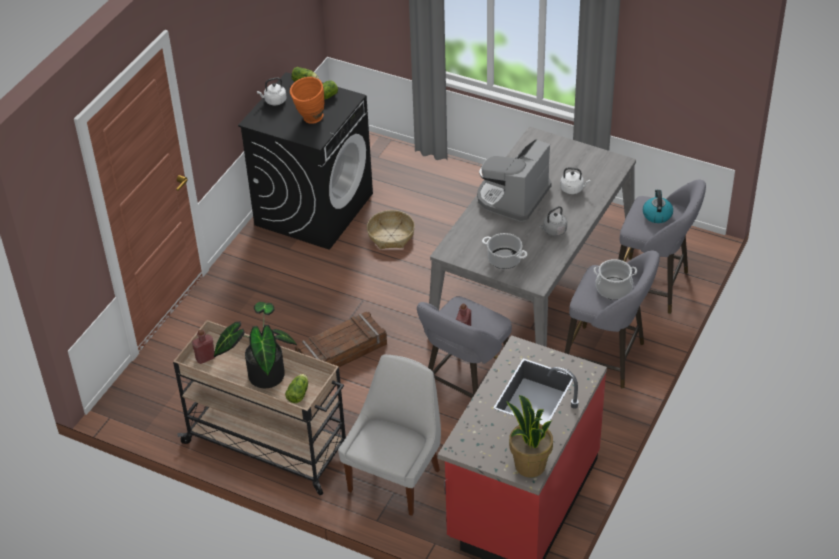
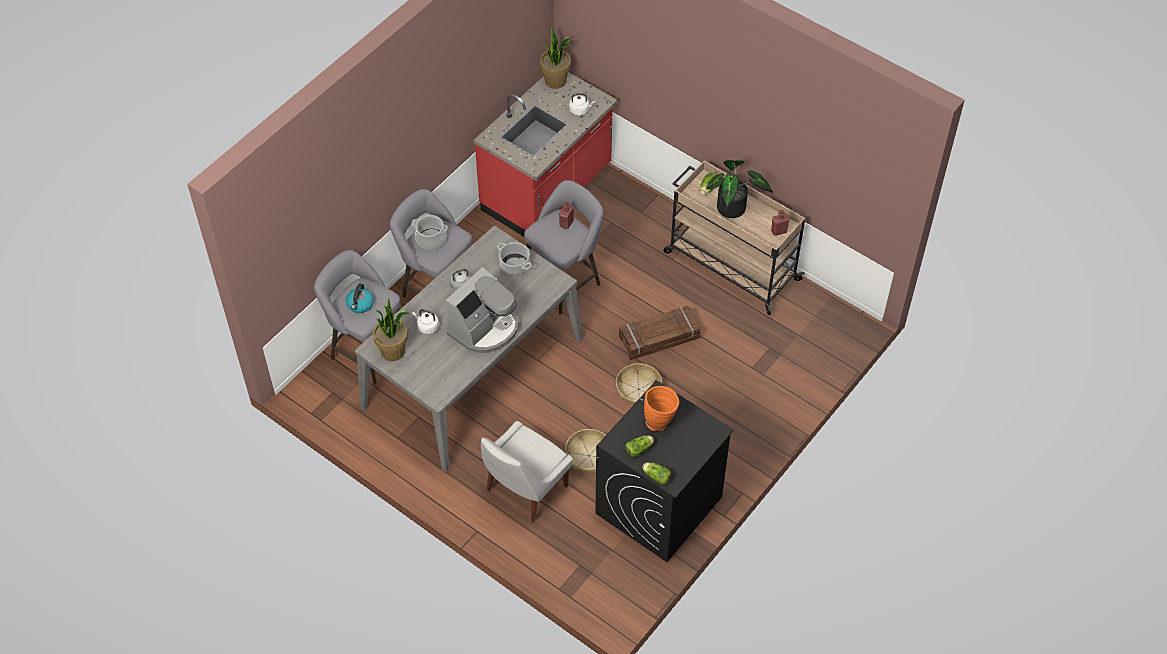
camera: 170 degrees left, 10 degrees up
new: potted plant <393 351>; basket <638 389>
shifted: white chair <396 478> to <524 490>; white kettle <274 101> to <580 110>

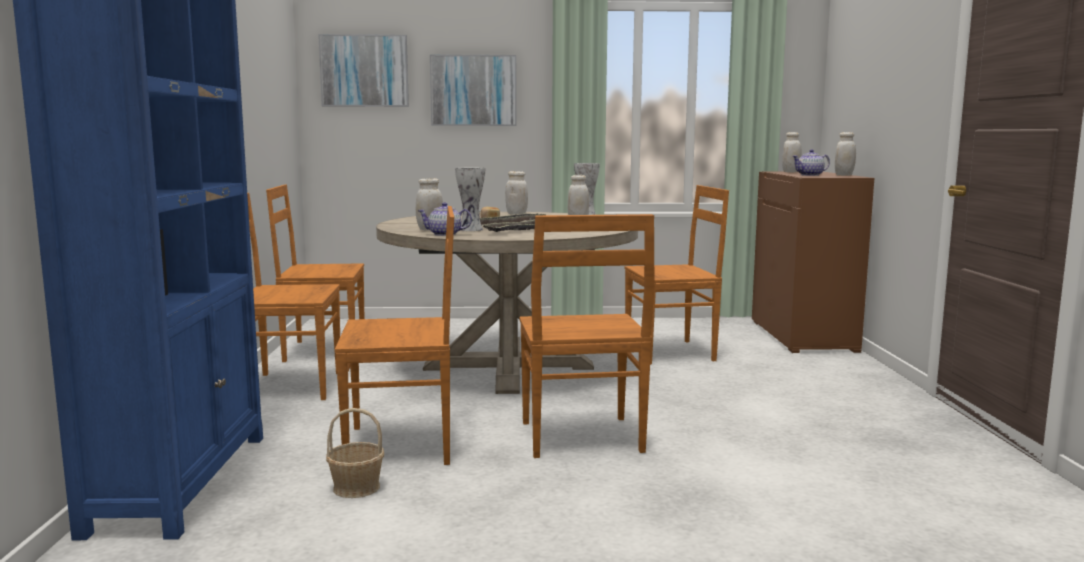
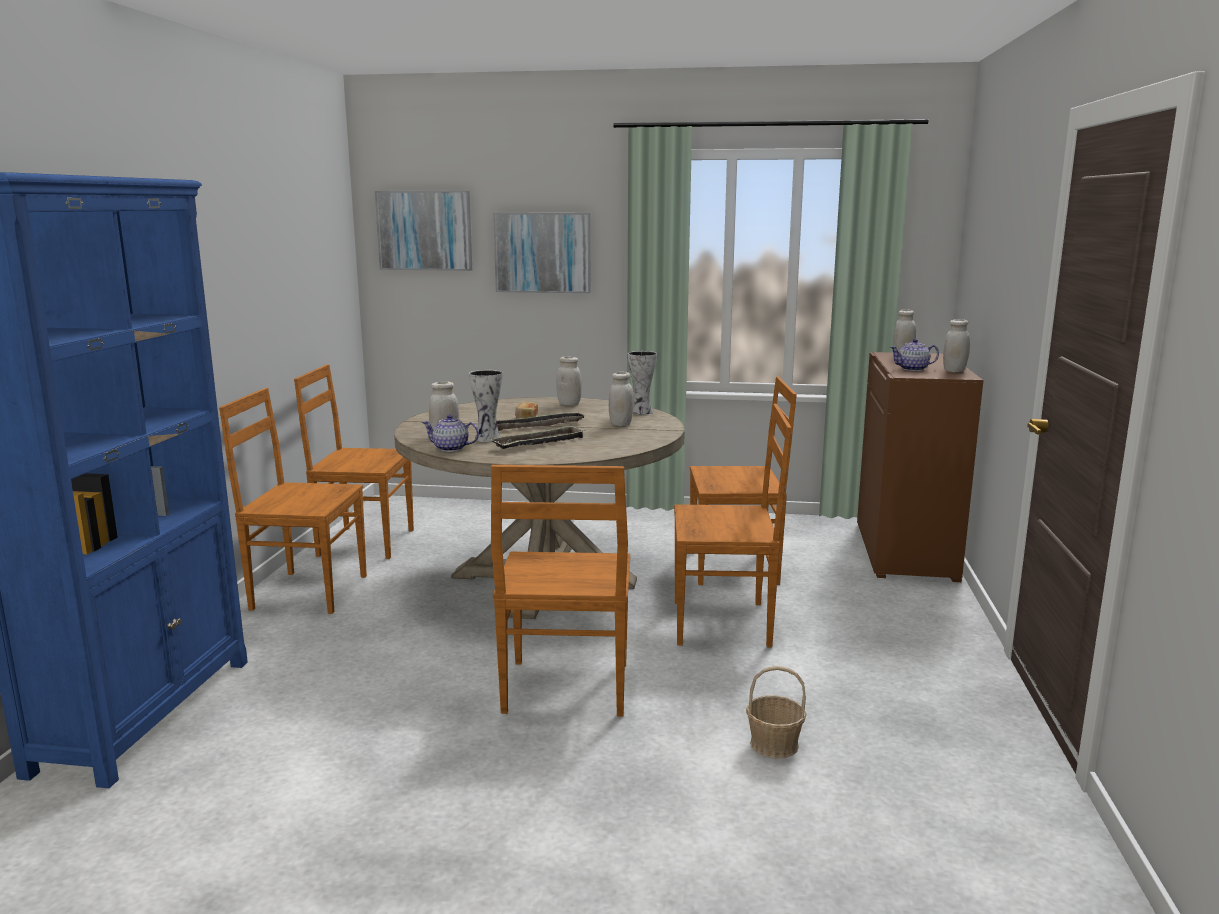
camera: 10 degrees right, 5 degrees up
shifted: brown chair <404 445> to <725 623>; basket <356 487> to <773 744>

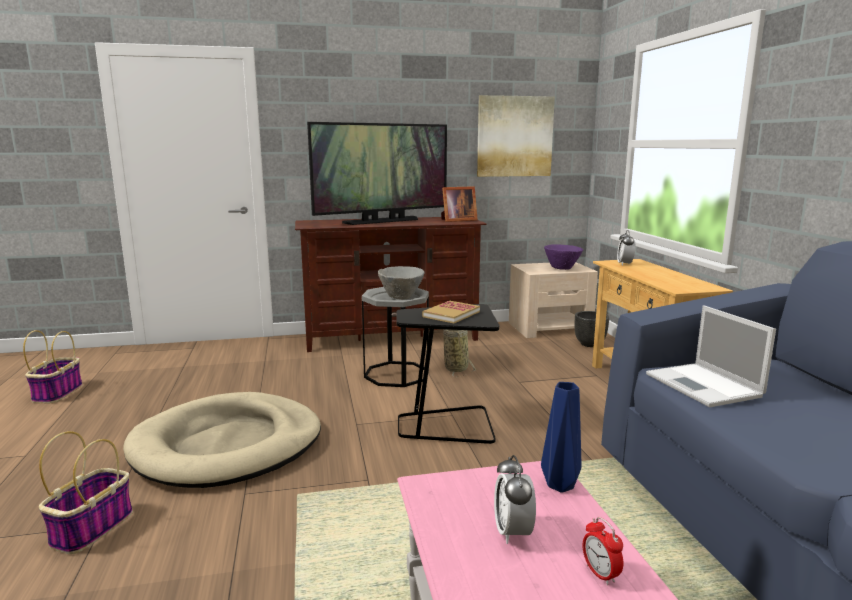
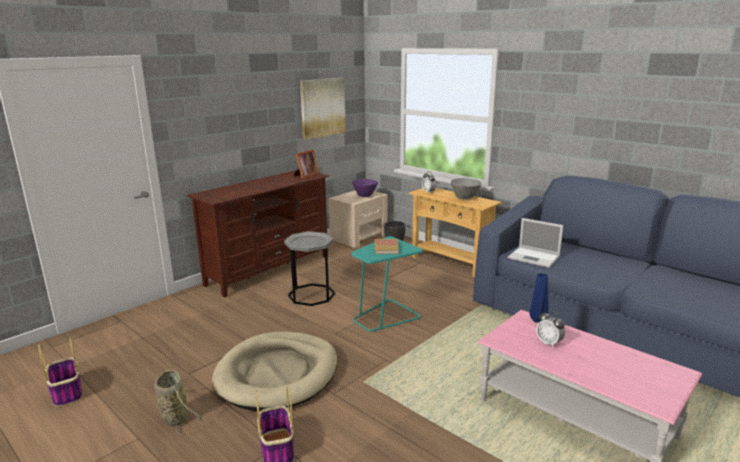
camera: 35 degrees left, 5 degrees up
gone: television <382 221>; alarm clock <600 574>
shifted: basket <456 368> to <175 417>; grey bowl <401 297> to <465 198>
repainted: black side table <447 426> to turquoise side table <385 316>

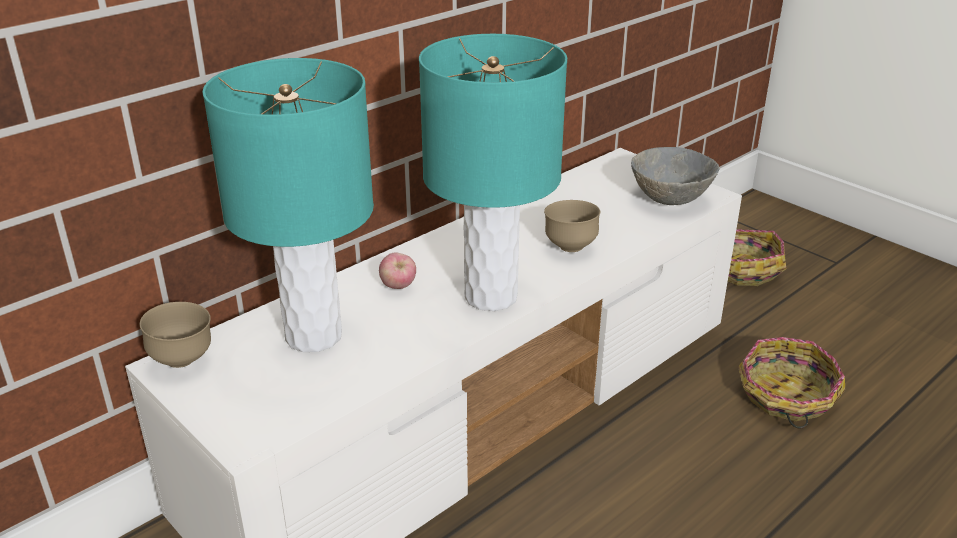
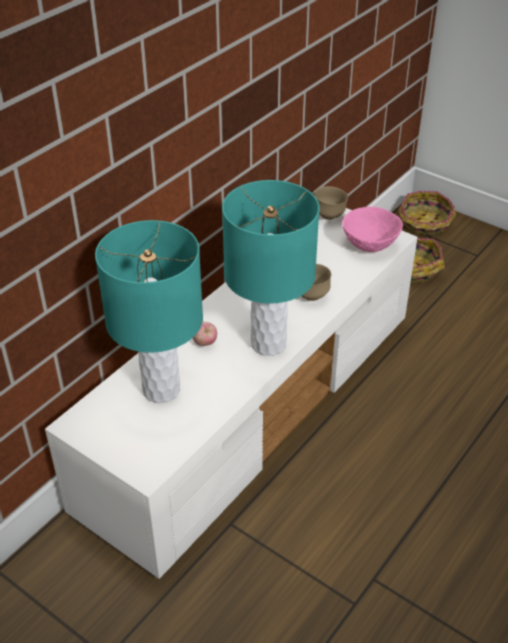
camera: 10 degrees left, 10 degrees up
shifted: brown bowl <183 360> to <329 216>; basket <786 396> to <424 223>
repainted: grey bowl <670 198> to pink bowl <369 244>

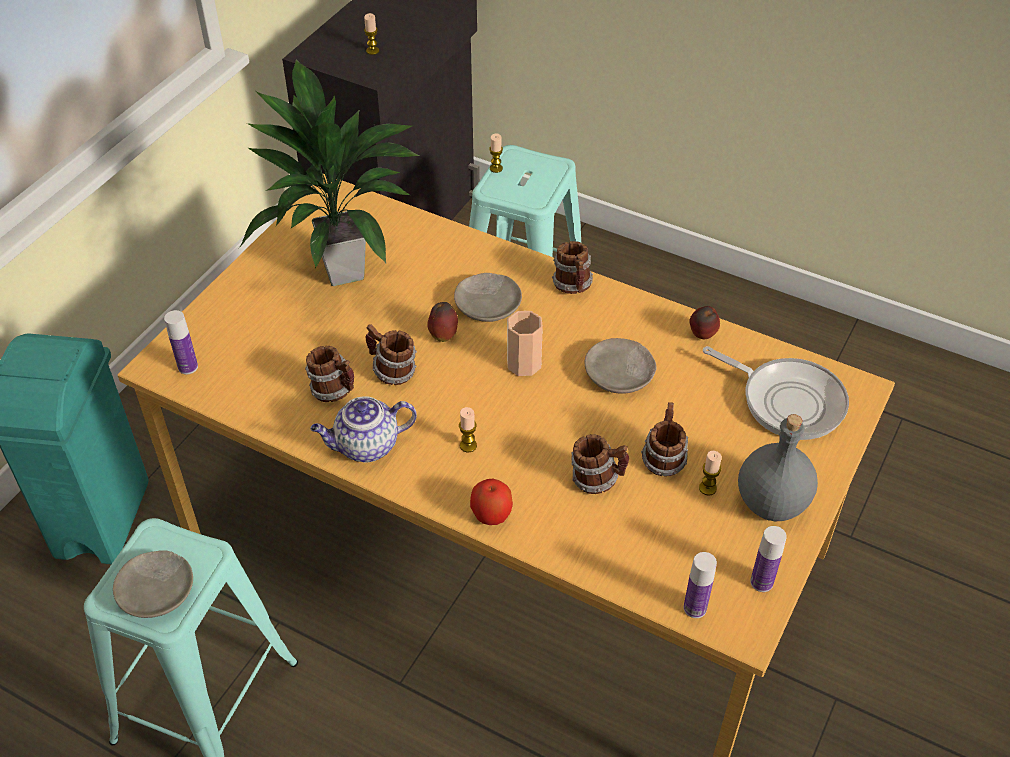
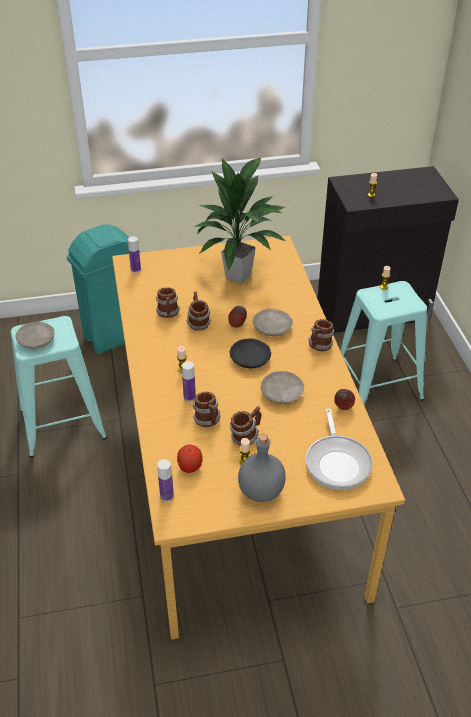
camera: 50 degrees right, 5 degrees down
gone: teapot <366 446>
shifted: apple <491 514> to <190 467>; bottle <761 582> to <189 397>
swapped: cup <524 364> to black plate <250 359>

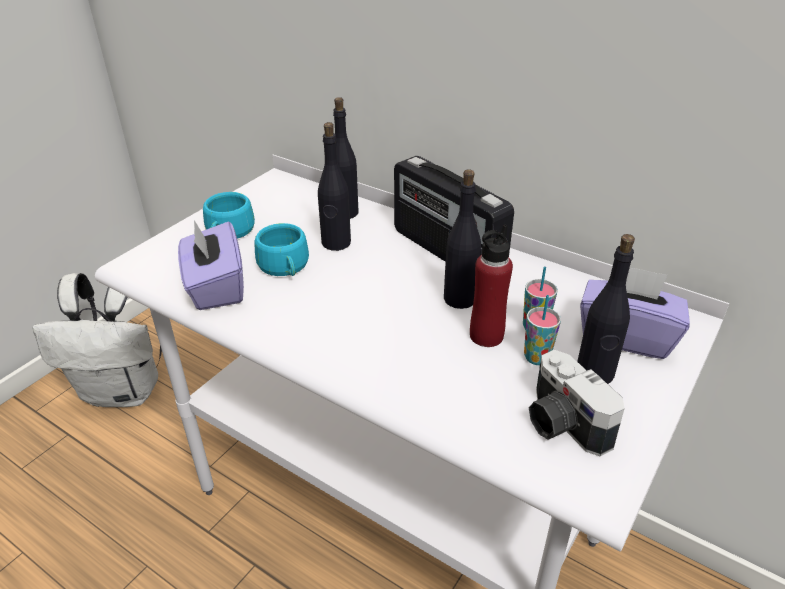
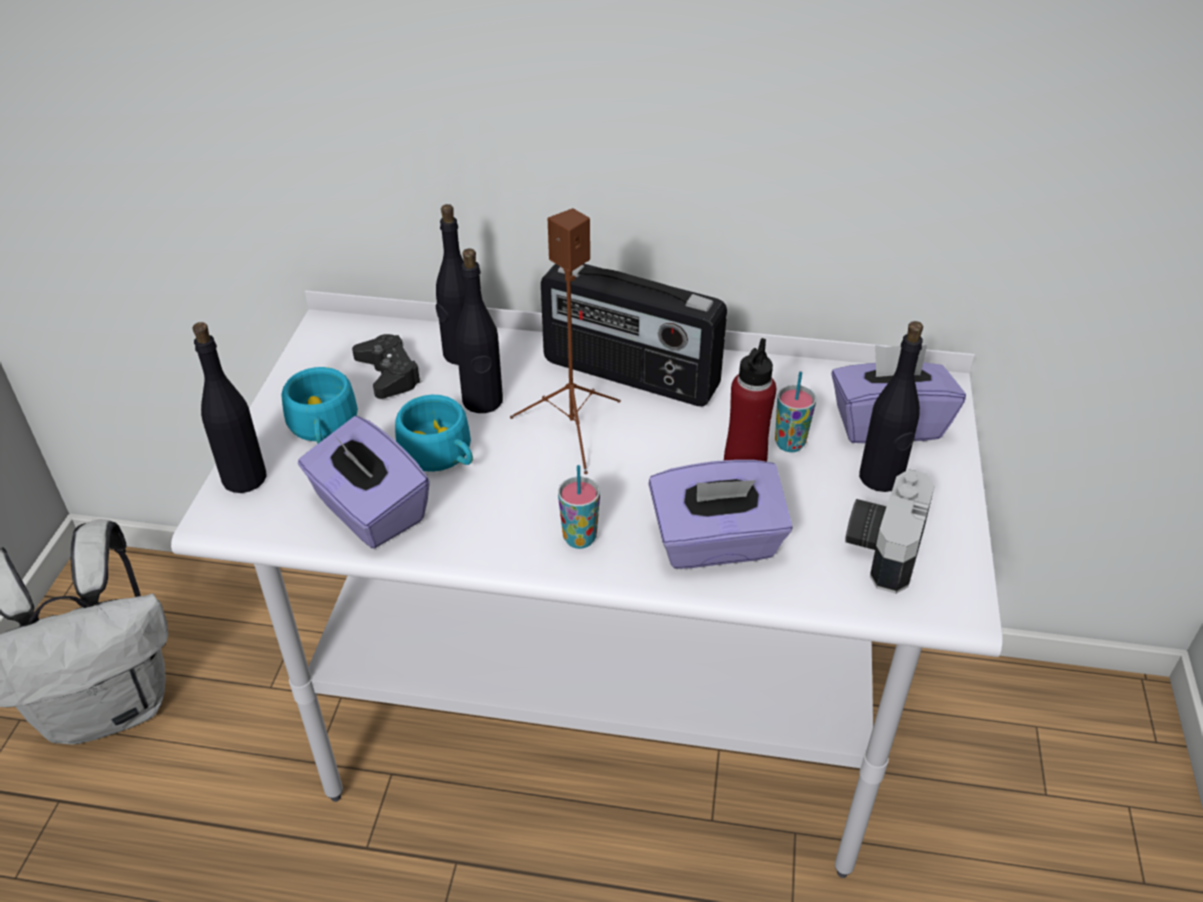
camera: 25 degrees left, 5 degrees up
new: black game controller <389 374>; brown speaker <573 430>; purple tissue box <716 544>
shifted: black bottle <460 298> to <245 478>; cup <536 358> to <579 538>
rotated: photo camera <561 424> = <881 546> 75 degrees clockwise

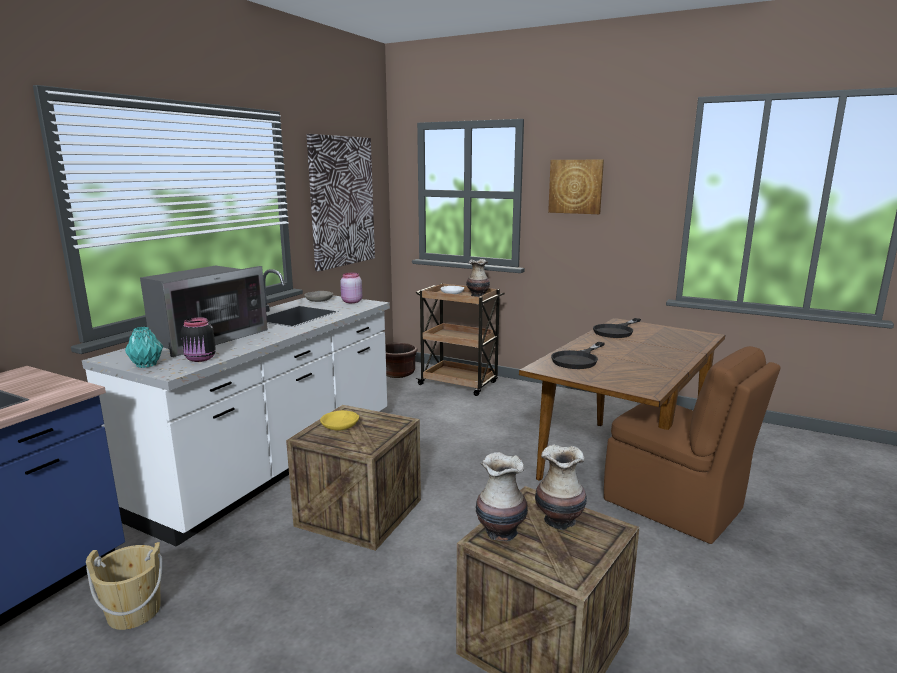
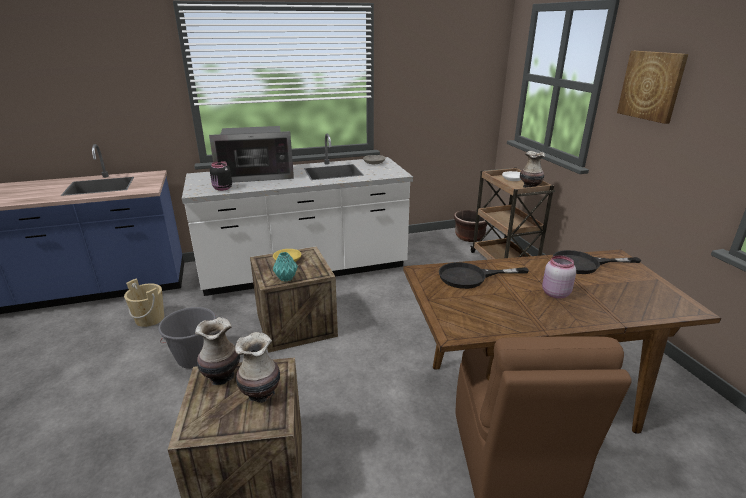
camera: 45 degrees right, 10 degrees up
gone: picture <342 202>
new: grey bucket <195 358>
shifted: turquoise vase <146 365> to <285 278>; pink jar <351 302> to <554 293>

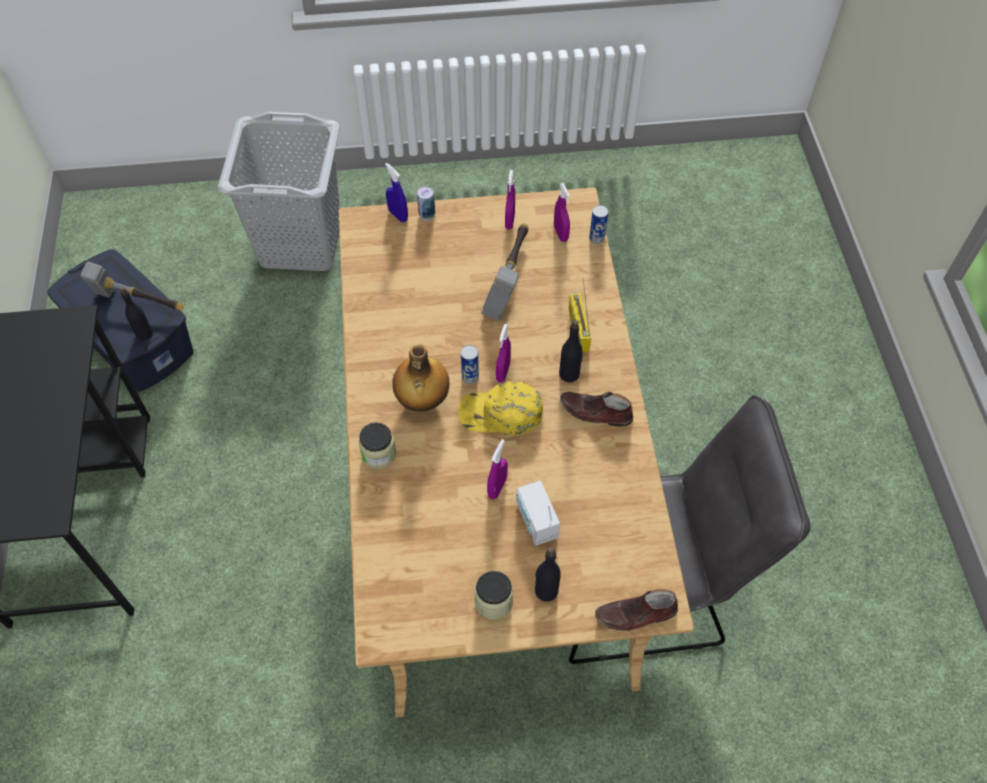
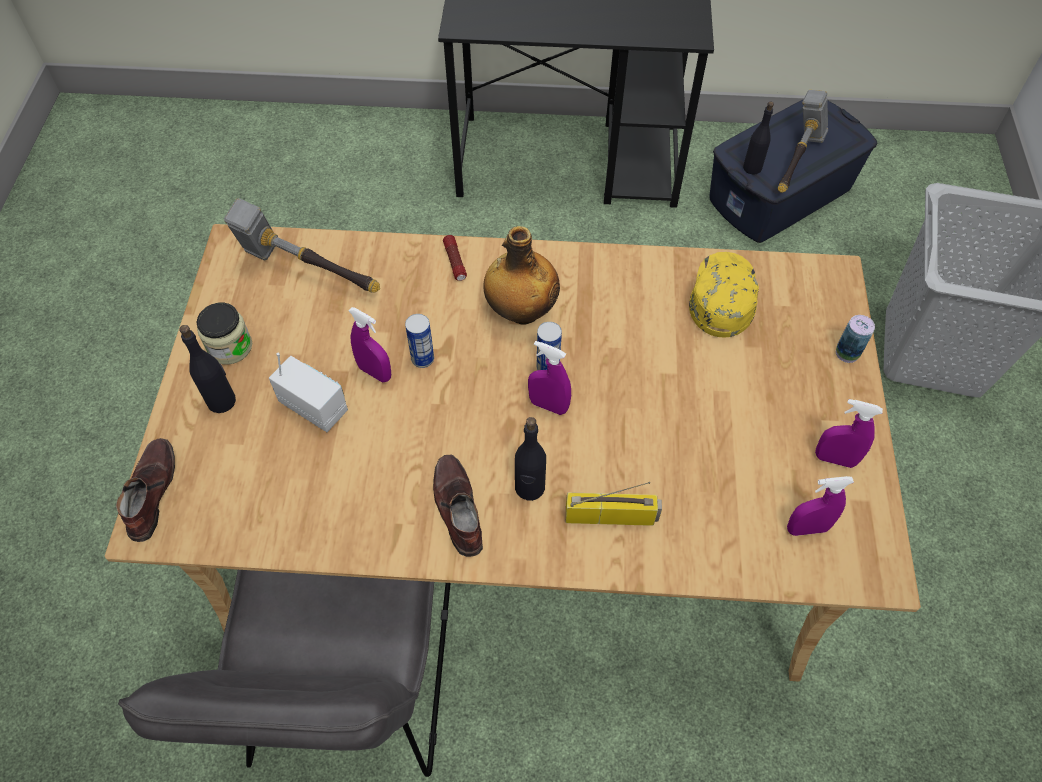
camera: 100 degrees right, 0 degrees up
gone: blue spray bottle <398 215>
shifted: hammer <509 281> to <307 273>; can <596 238> to <422 359>; yellow cap <500 414> to <722 296>
swapped: jar <379 454> to flashlight <455 262>
rotated: radio <536 522> = <314 406> 45 degrees clockwise; brown shoe <595 412> = <457 508> 45 degrees counterclockwise

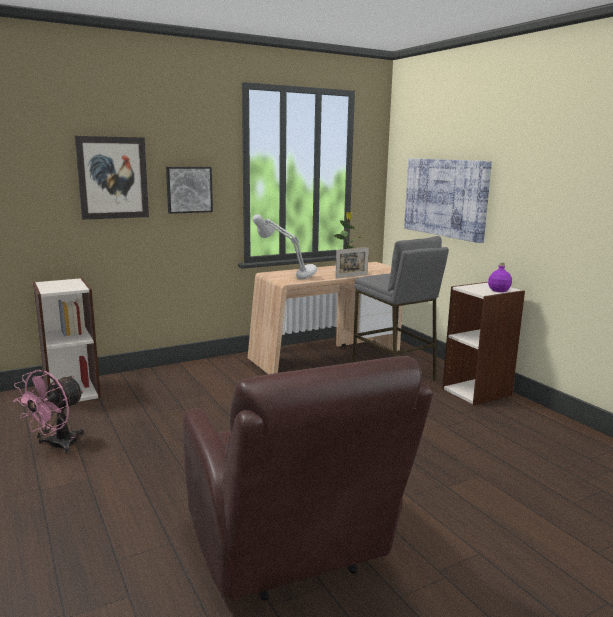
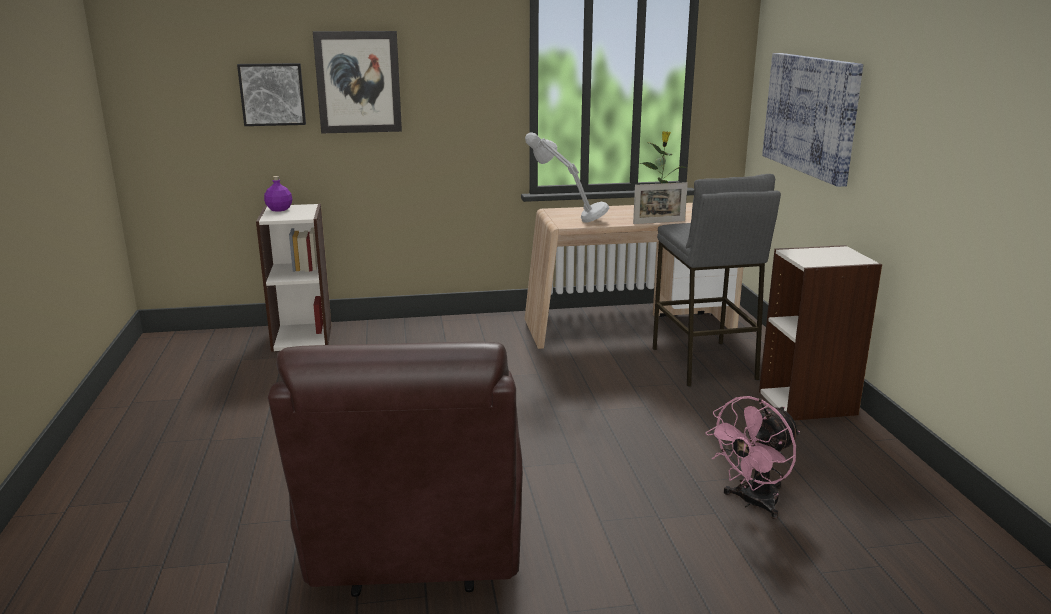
camera: 20 degrees right, 5 degrees up
shifted: picture <189 189> to <272 94>; purple bottle <499 290> to <279 209>; pink fan <56 446> to <752 503>

